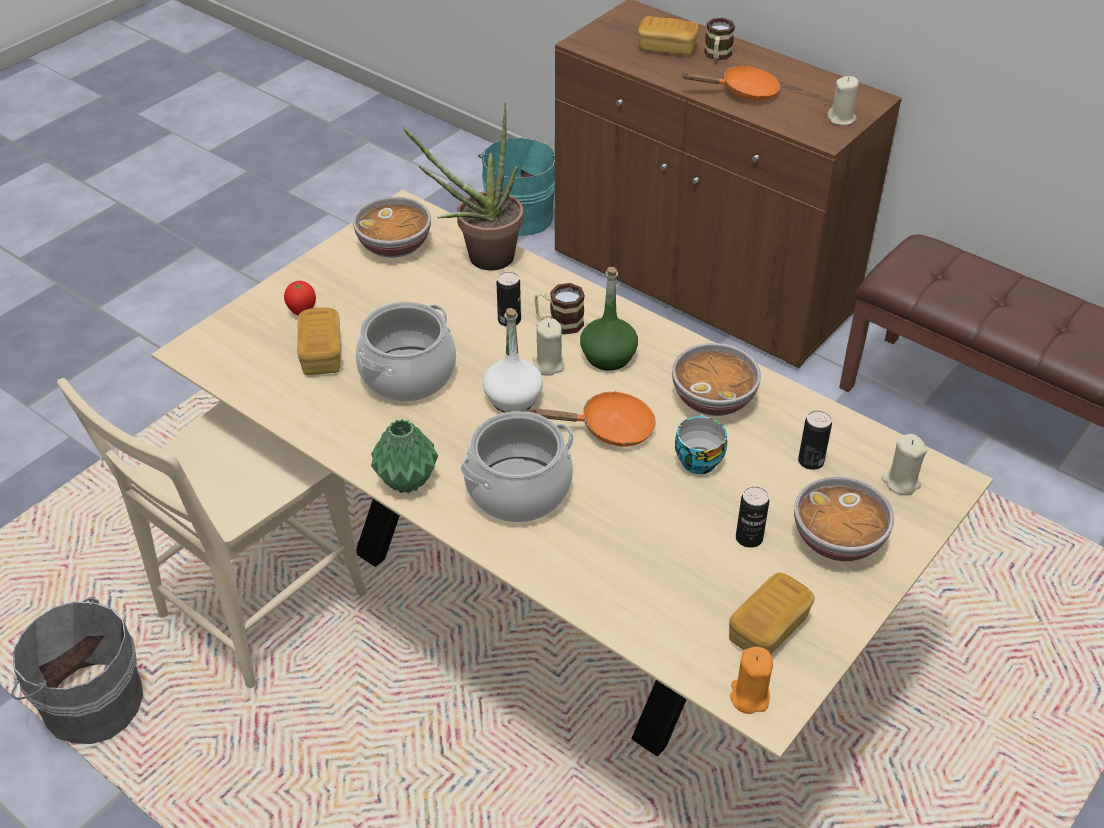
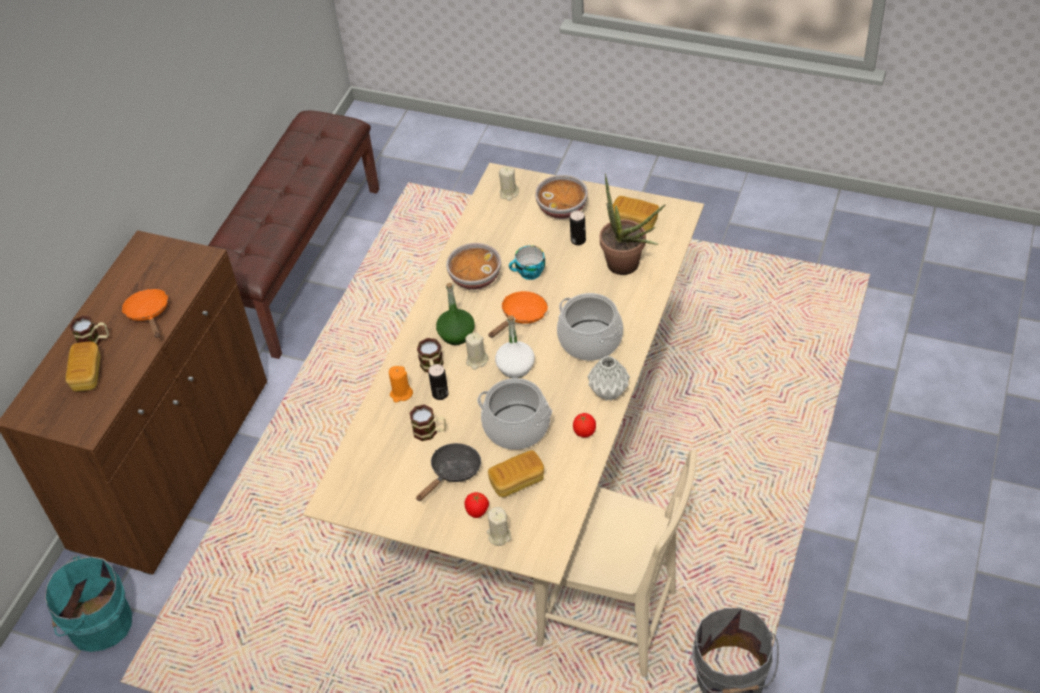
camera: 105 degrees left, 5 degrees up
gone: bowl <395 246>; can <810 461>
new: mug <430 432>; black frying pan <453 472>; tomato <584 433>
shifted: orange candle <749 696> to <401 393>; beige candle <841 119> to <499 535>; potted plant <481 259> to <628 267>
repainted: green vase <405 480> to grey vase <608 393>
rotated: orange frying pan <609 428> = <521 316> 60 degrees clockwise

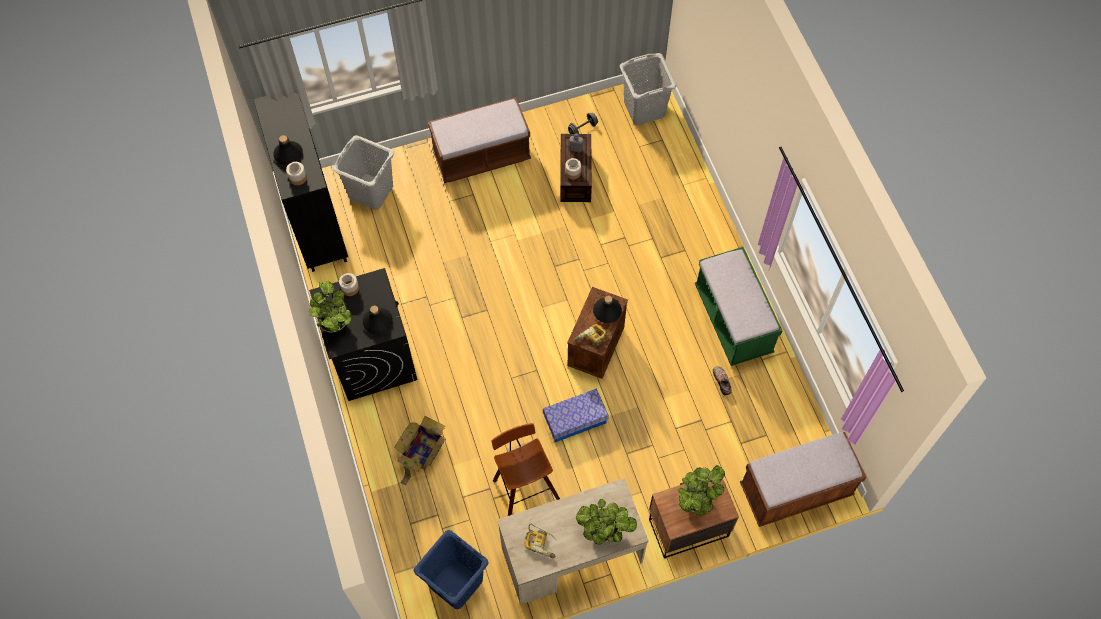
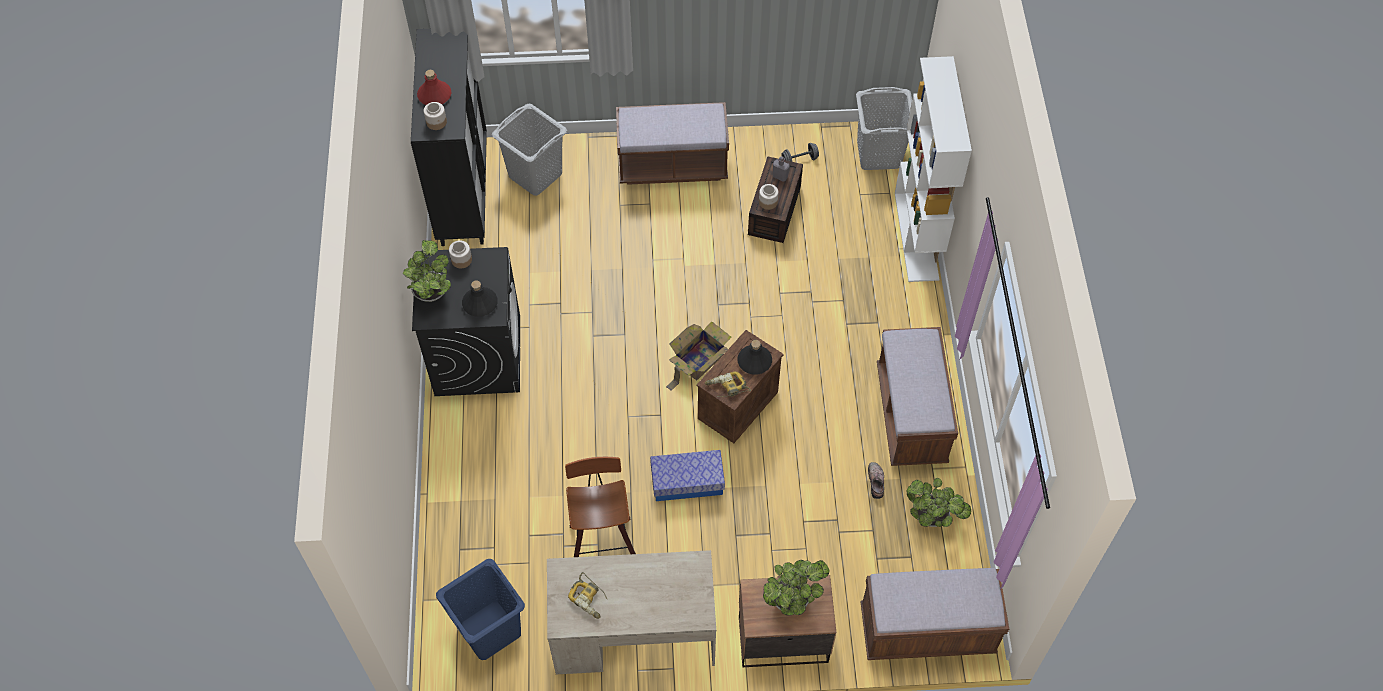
camera: 15 degrees right, 5 degrees down
new: white bookcase <917 236>
shifted: cardboard box <421 452> to <697 361>; potted plant <604 530> to <933 517>
repainted: black bottle <288 154> to red bottle <435 95>; green bench <733 320> to brown bench <911 415>

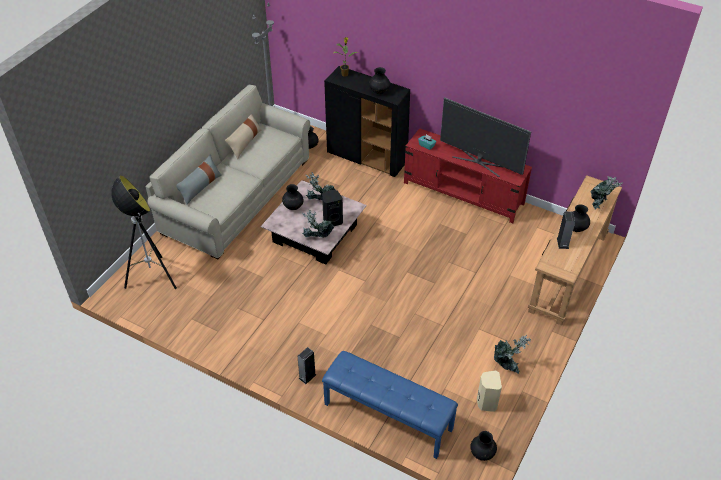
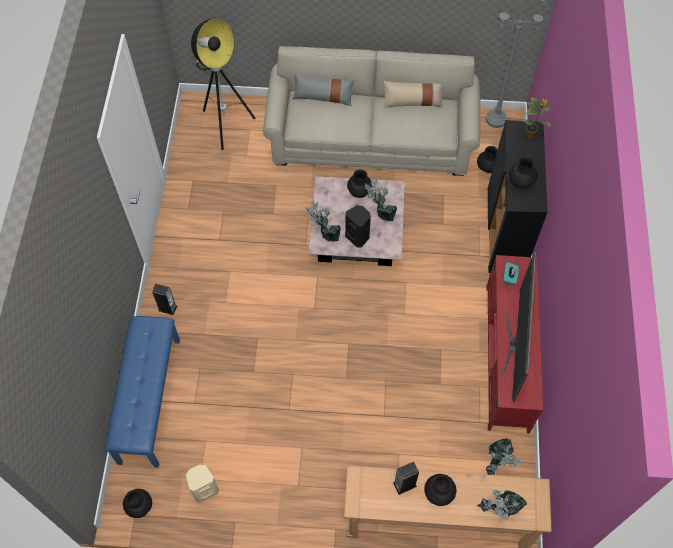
camera: 65 degrees right, 15 degrees up
shifted: potted plant <507 365> to <497 463>

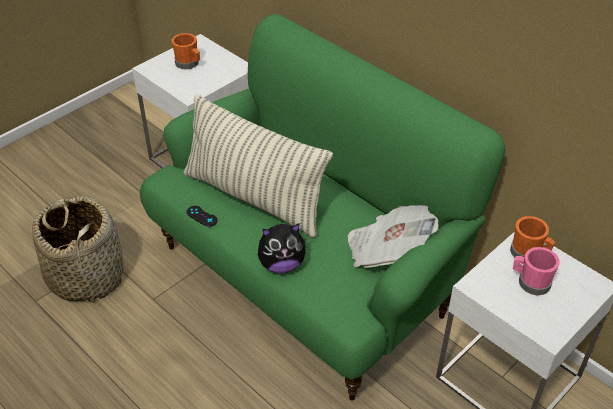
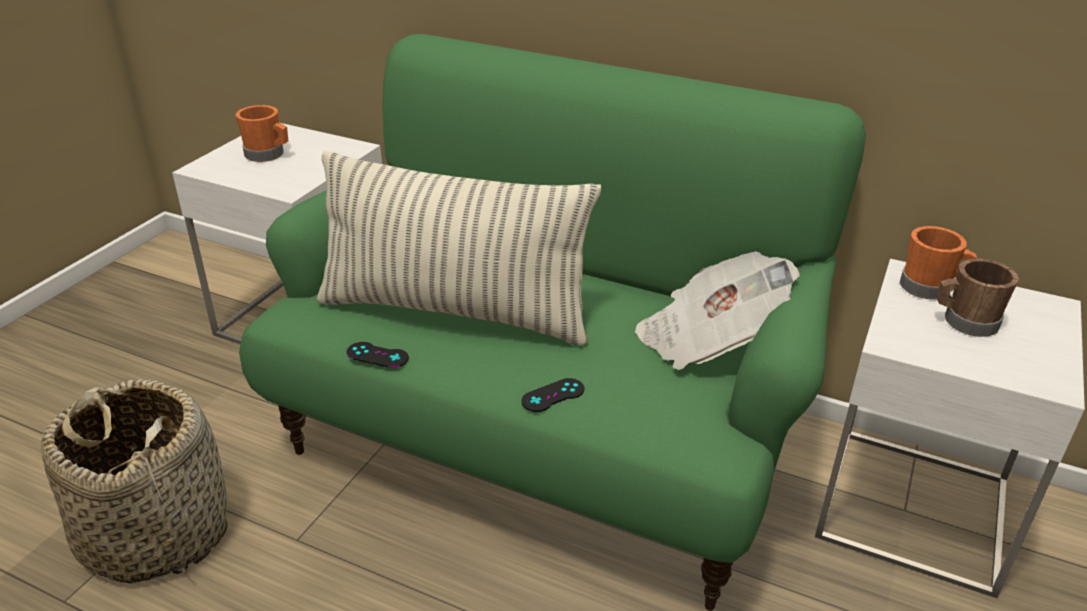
camera: 20 degrees left, 10 degrees down
swapped: plush toy <281 264> to black game controller <553 395>
repainted: pink mug <530 282> to brown mug <964 322>

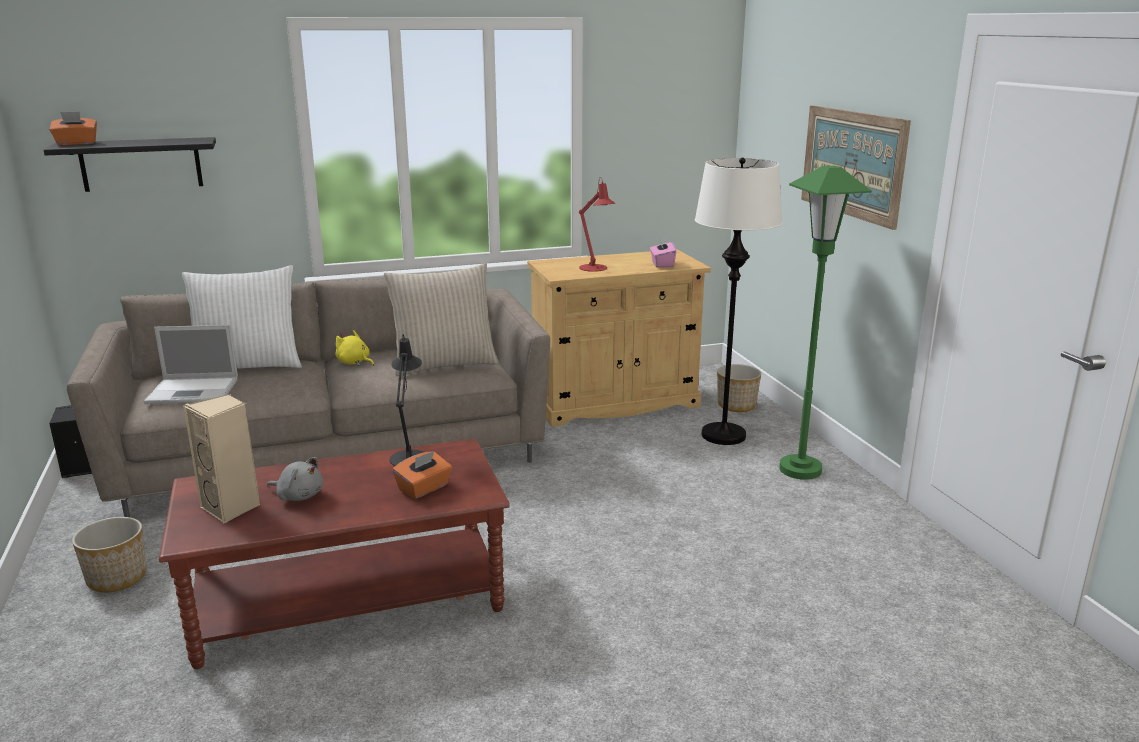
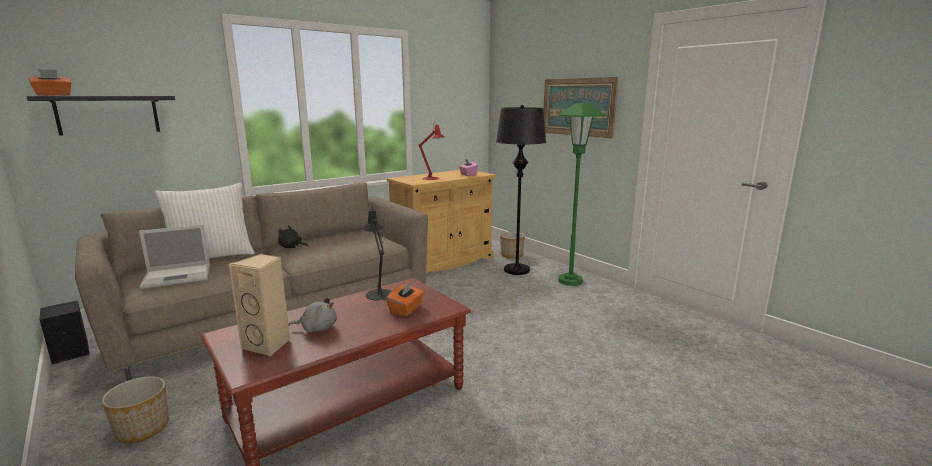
camera: 20 degrees left, 5 degrees down
gone: beige pillow <444 364>
repainted: yellow plush toy <354 362> to black plush toy <292 247>; white floor lamp <724 435> to black floor lamp <517 270>

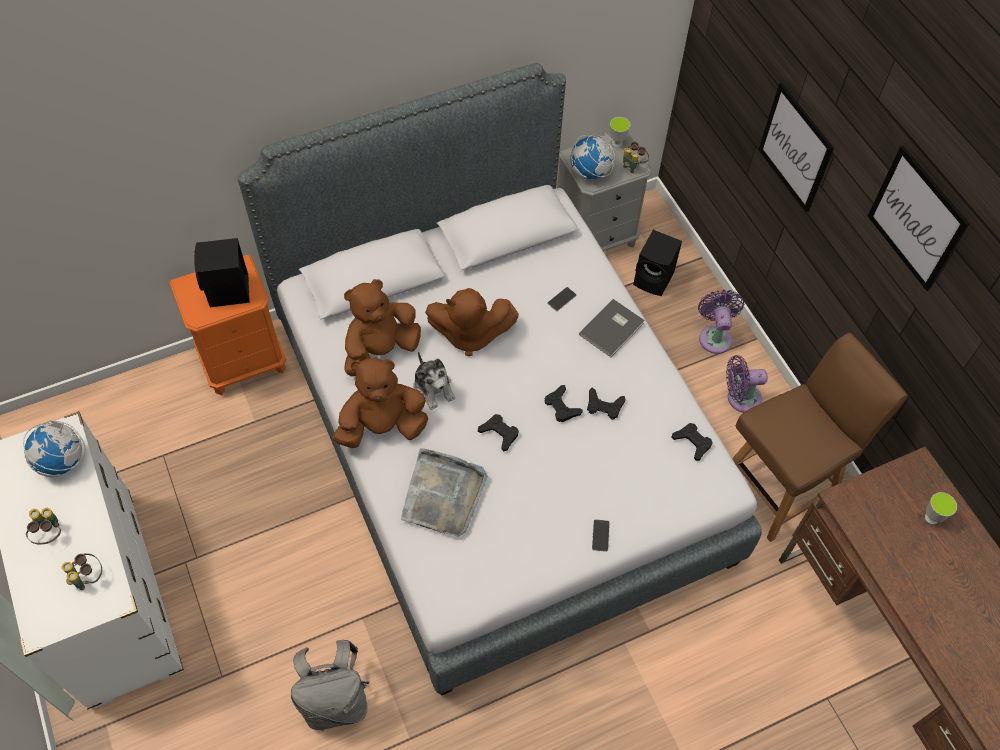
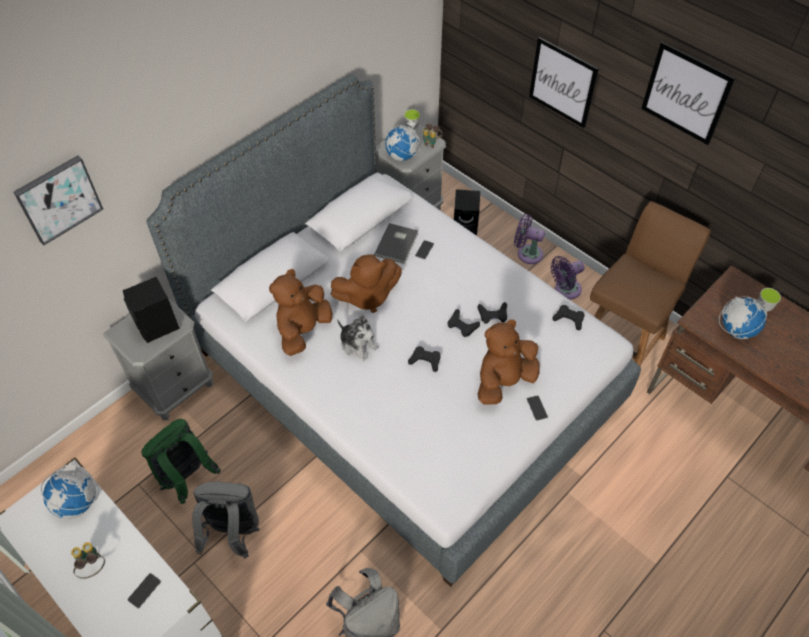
camera: 20 degrees left, 5 degrees down
gone: grey tray <443 495>
new: picture <58 199>; green backpack <187 478>; grey backpack <232 533>; globe <736 329>
shifted: grey book <613 329> to <398 244>; brown plush toy <382 426> to <504 381>
swapped: binoculars <88 578> to phone <144 590>
repainted: orange nightstand <244 362> to grey nightstand <176 388>
rotated: purple fan <715 336> = <527 253> 45 degrees counterclockwise

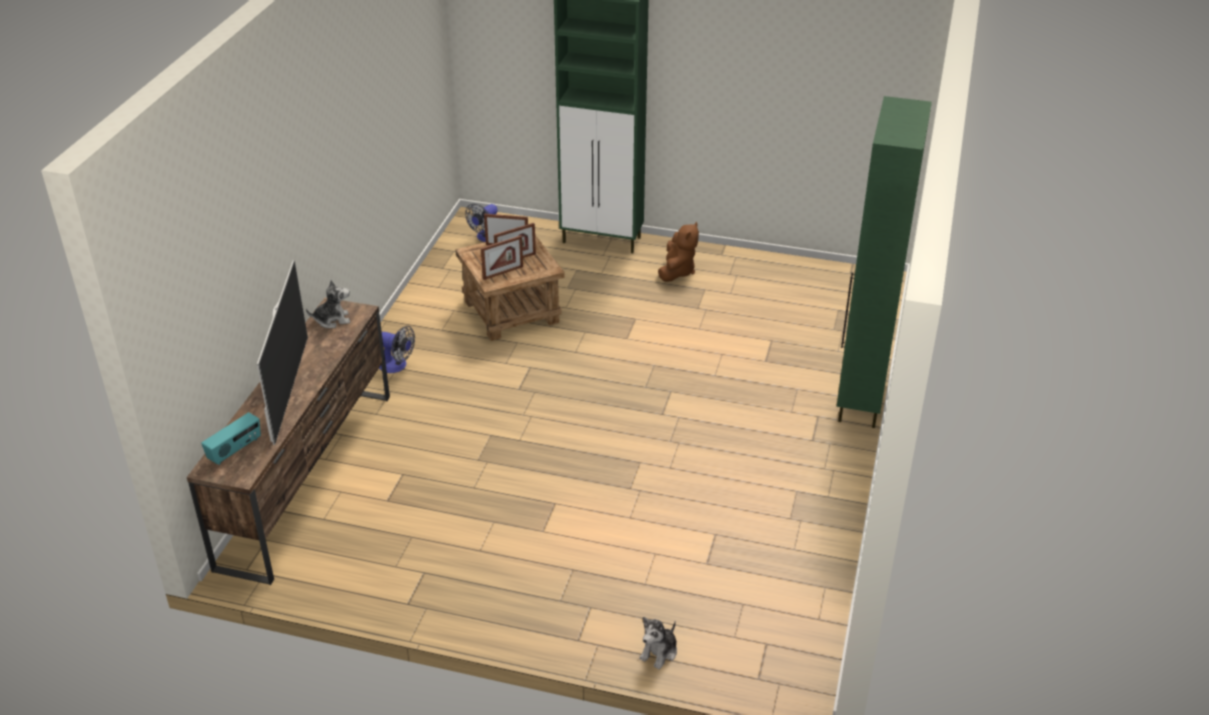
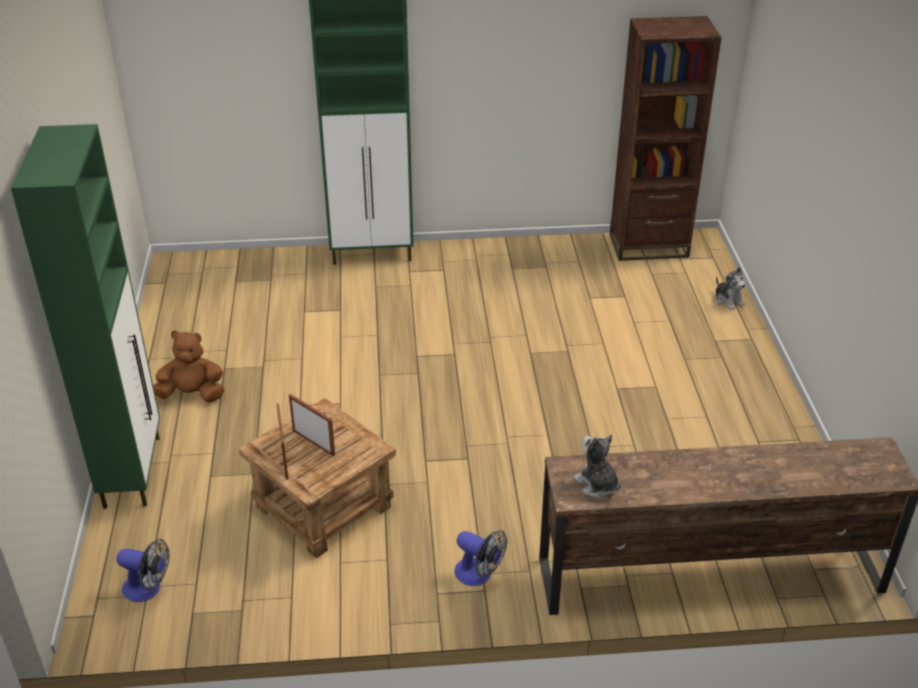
camera: 110 degrees left, 0 degrees up
gone: radio <235 450>; television <290 389>; picture frame <503 273>
new: brown bookcase <649 246>
rotated: fan <397 366> = <479 575> 120 degrees clockwise; plush toy <659 652> = <728 300> 45 degrees clockwise

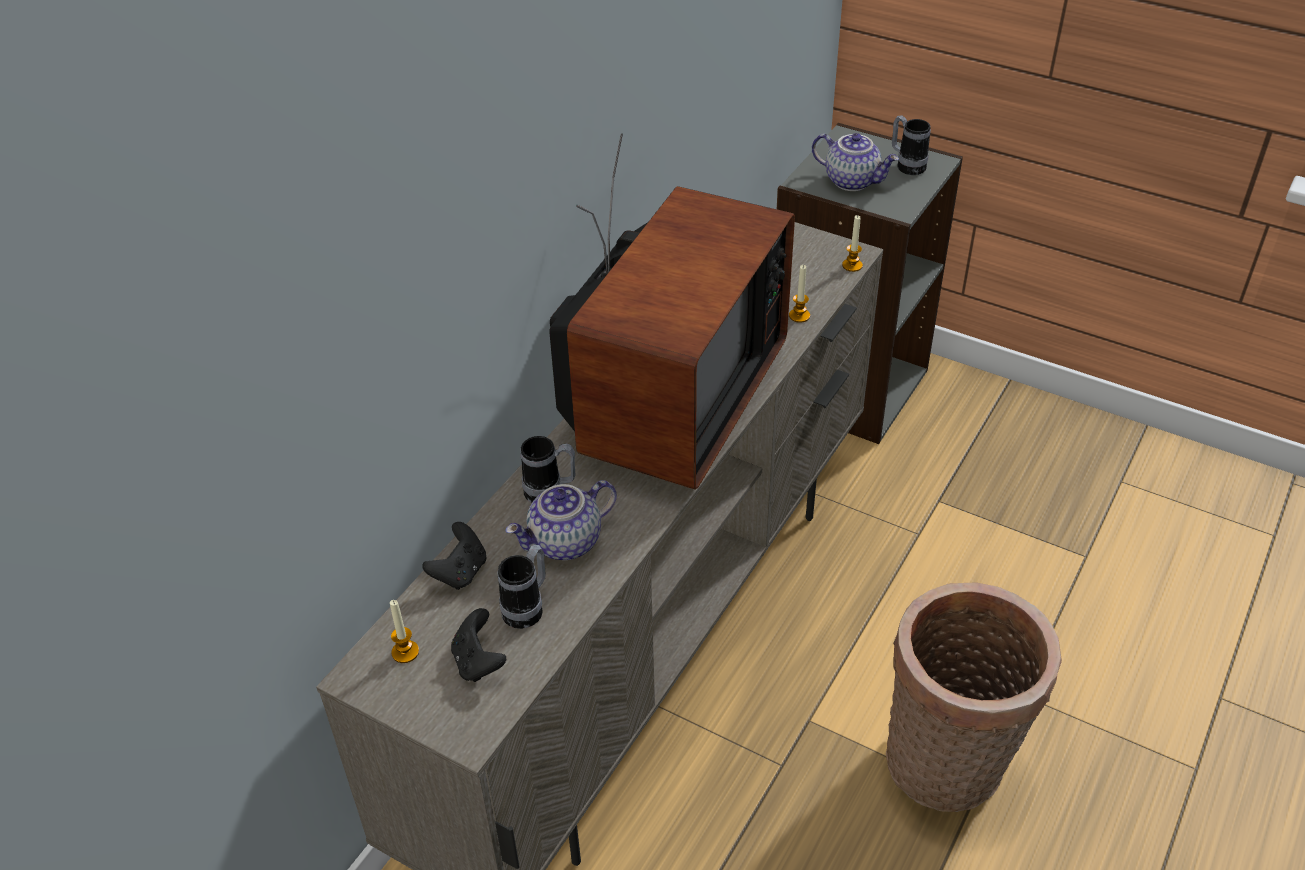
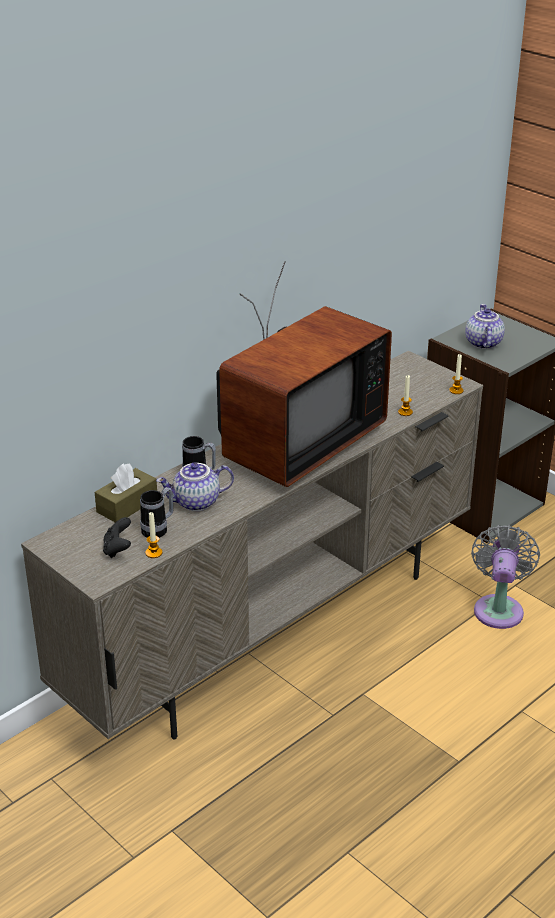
camera: 15 degrees right, 10 degrees down
gone: basket <948 769>; mug <907 165>
new: grey fan <499 608>
shifted: candle <405 652> to <153 553>
swapped: black game controller <460 572> to brown tissue box <127 505>
rotated: teapot <852 181> = <482 343> 135 degrees counterclockwise

